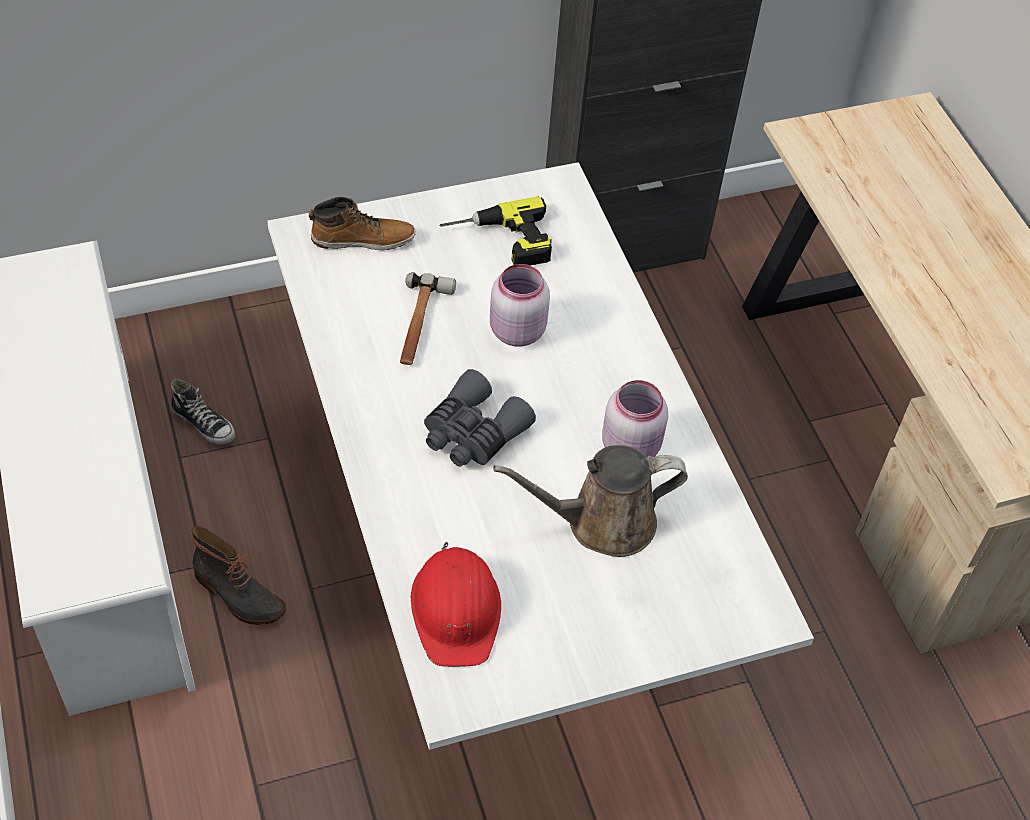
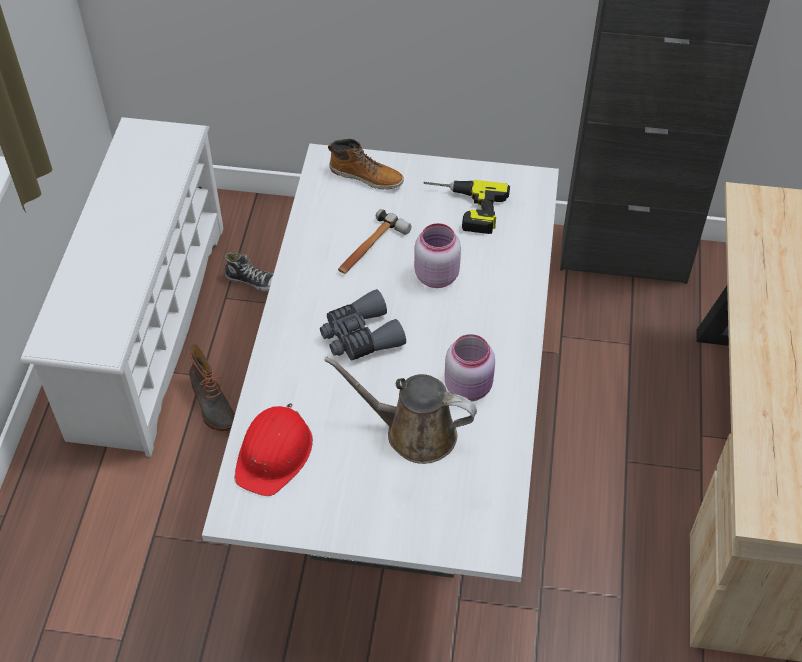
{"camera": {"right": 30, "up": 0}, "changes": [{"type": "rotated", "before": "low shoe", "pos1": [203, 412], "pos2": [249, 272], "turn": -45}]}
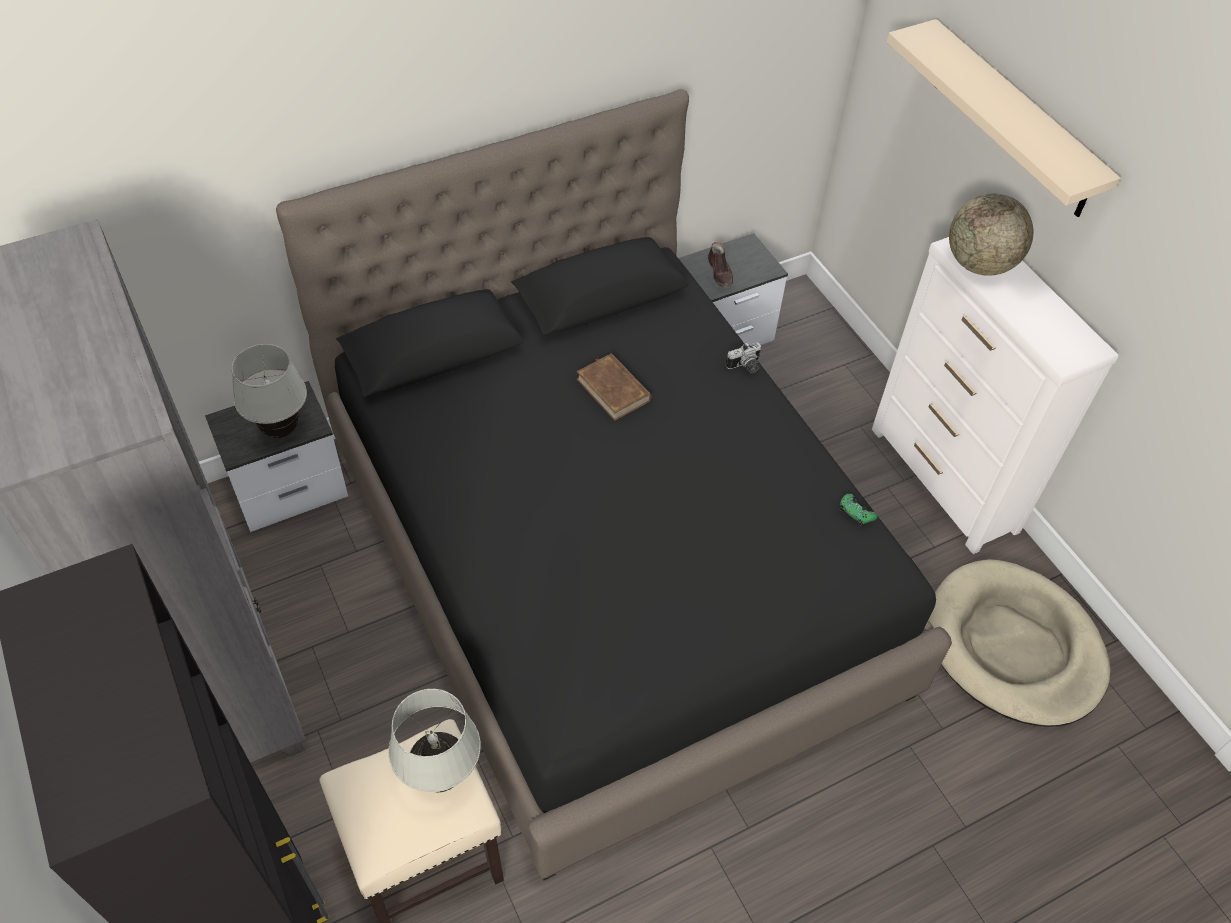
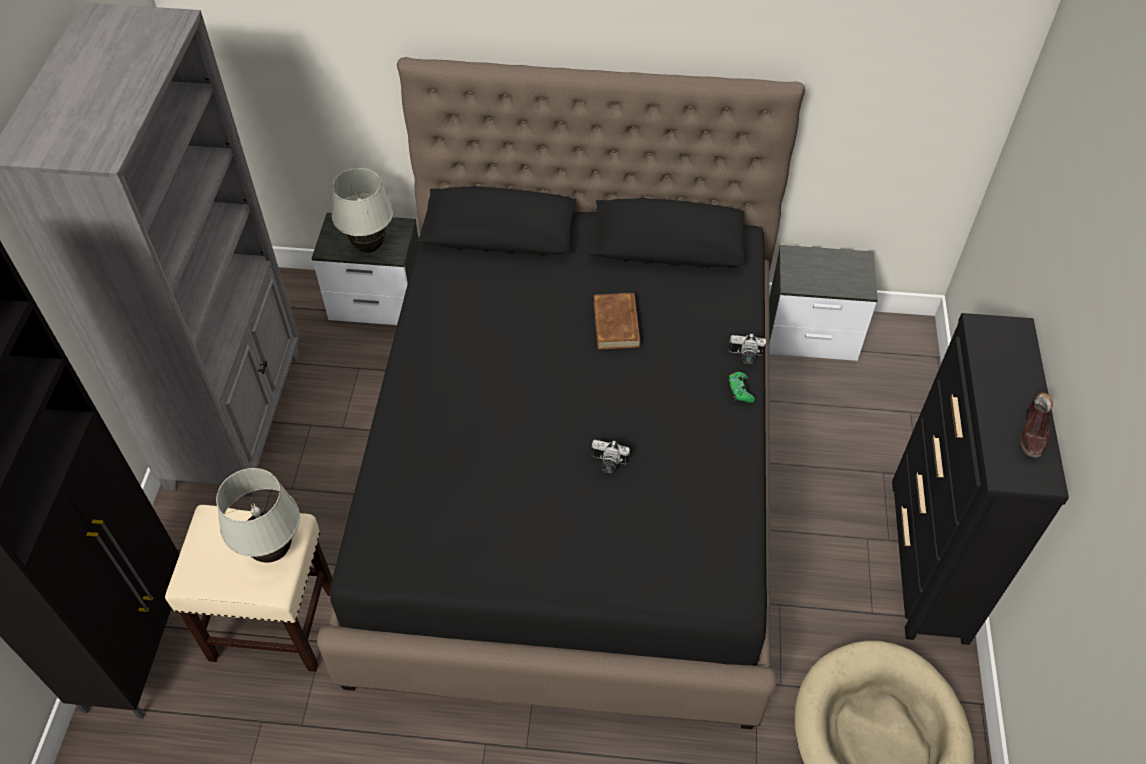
{"camera": {"right": 35, "up": 0}, "changes": [{"type": "gone", "before": "bracket shelf (beige)", "pos1": [1004, 118]}, {"type": "gone", "before": "globe", "pos1": [991, 234]}, {"type": "repainted", "before": "dresser (white-coloured)", "after": "dresser (blackish)", "pos1": [995, 395], "pos2": [980, 479]}, {"type": "shifted", "before": "low shoe (brown)", "pos1": [720, 264], "pos2": [1036, 425]}, {"type": "shifted", "before": "joypad (greenish)", "pos1": [859, 510], "pos2": [741, 387]}, {"type": "new", "after": "still camera", "pos2": [610, 456]}]}
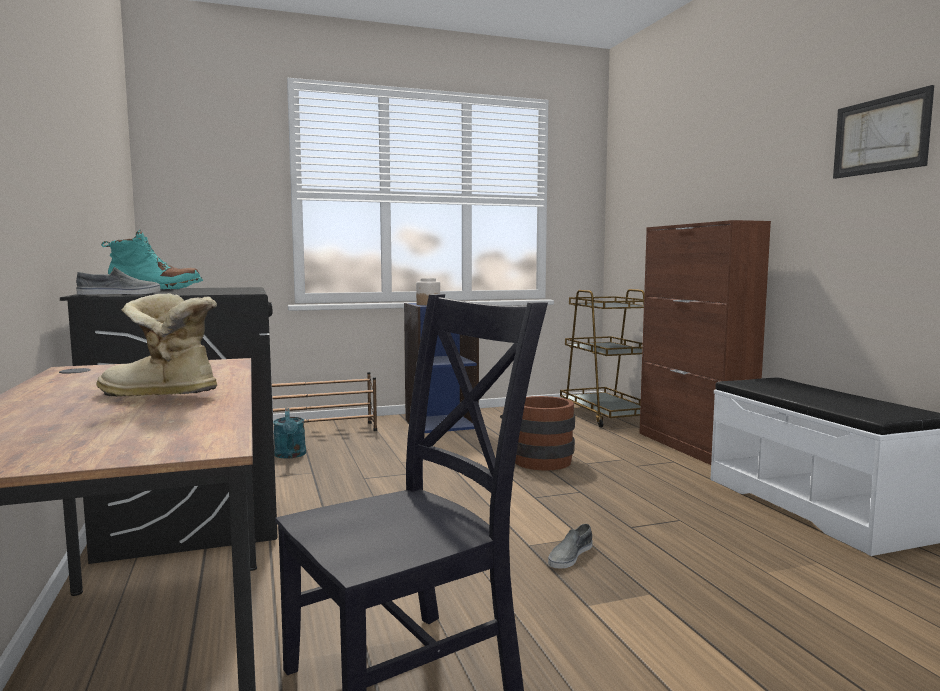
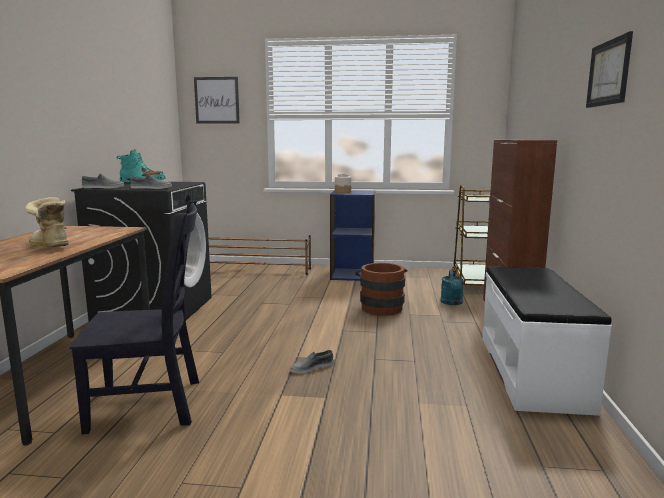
{"camera": {"right": 25, "up": 5}, "changes": [{"type": "shifted", "before": "watering can (turquoise-coloured)", "pos1": [289, 433], "pos2": [452, 287]}, {"type": "new", "after": "wall art", "pos2": [217, 100]}, {"type": "new", "after": "low shoe (gray)", "pos2": [151, 181]}]}
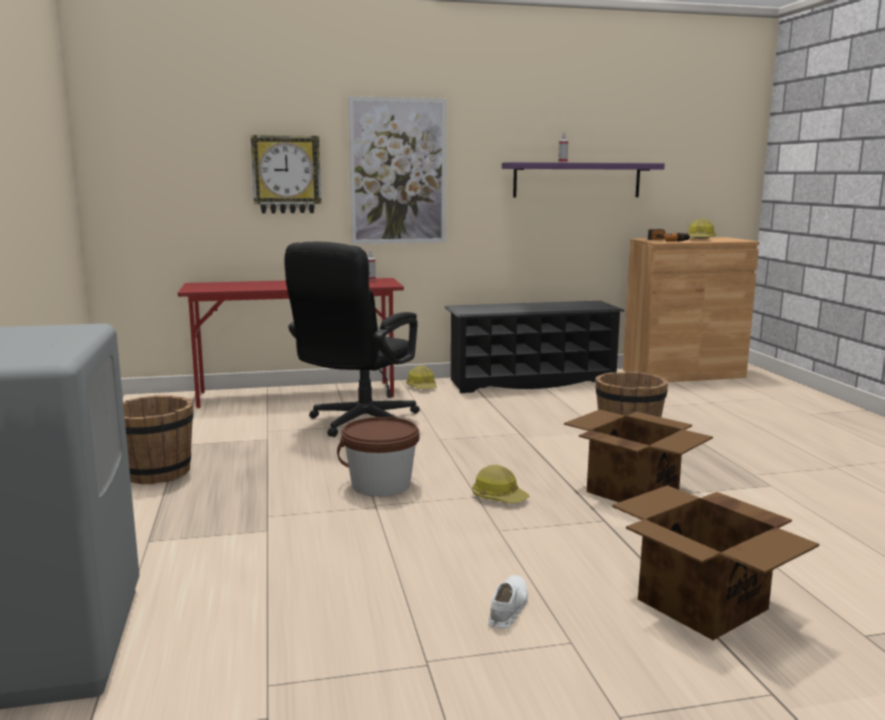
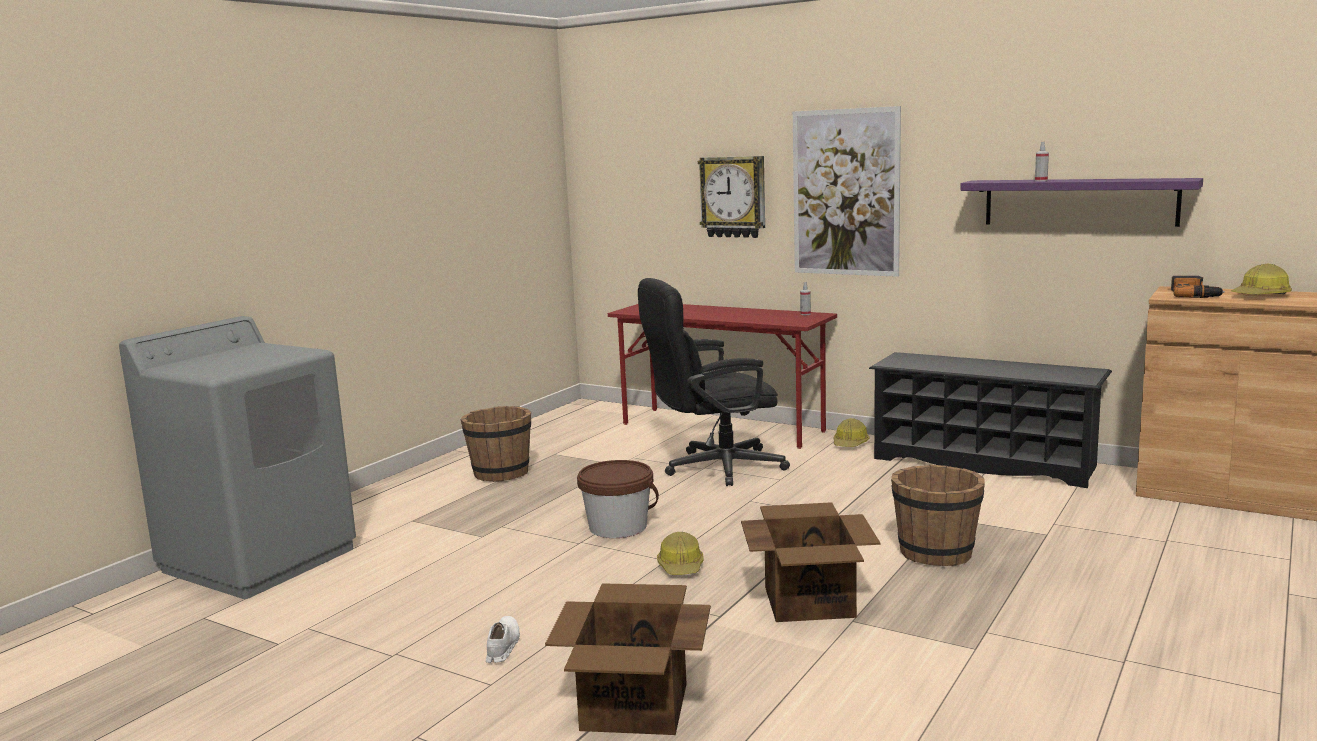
{"camera": {"right": 45, "up": 0}, "changes": [{"type": "rotated", "before": "low shoe (white-coloured)", "pos1": [508, 601], "pos2": [503, 639], "turn": -60}]}
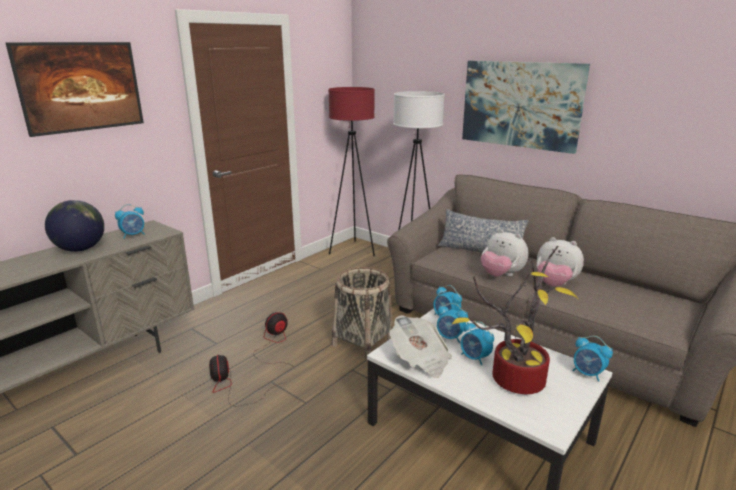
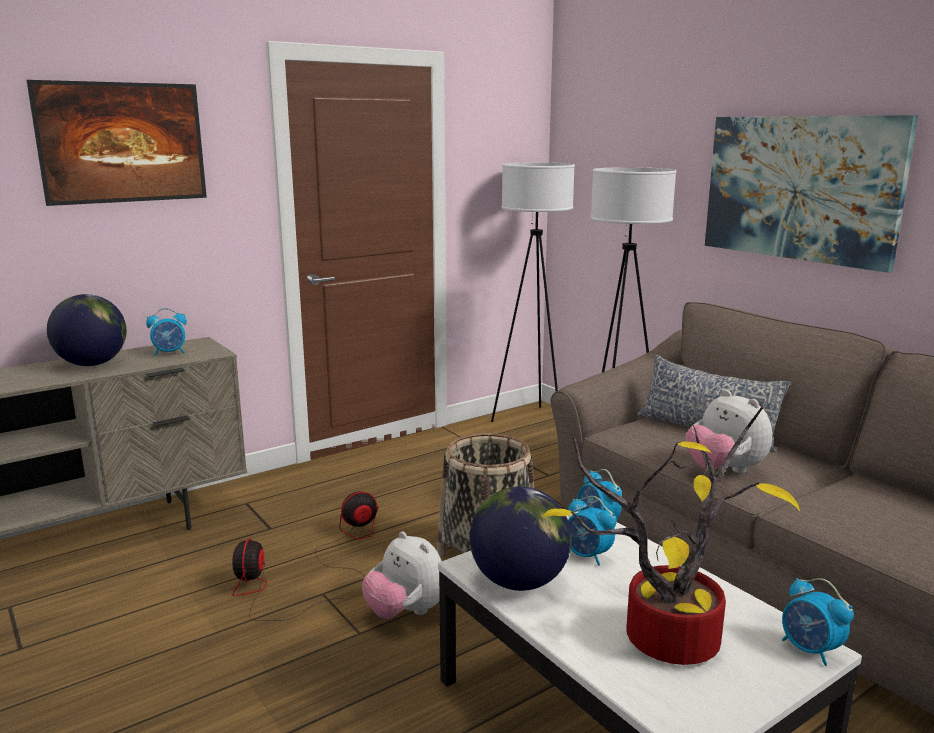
{"camera": {"right": 15, "up": -5}, "changes": [{"type": "repainted", "before": "standing lamp (red)", "after": "standing lamp (white-coloured)", "pos1": [351, 171], "pos2": [533, 292]}, {"type": "shifted", "before": "soft toy", "pos1": [560, 262], "pos2": [402, 575]}, {"type": "swapped", "before": "newspaper", "after": "globe", "pos1": [420, 346], "pos2": [521, 538]}, {"type": "gone", "before": "alarm clock", "pos1": [477, 343]}]}
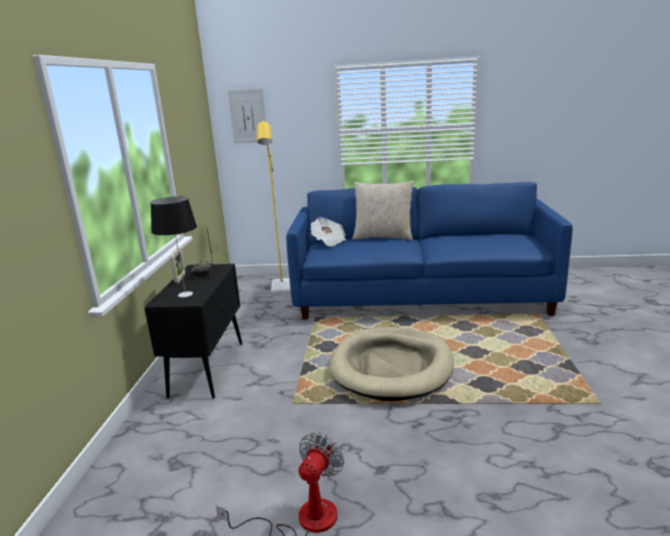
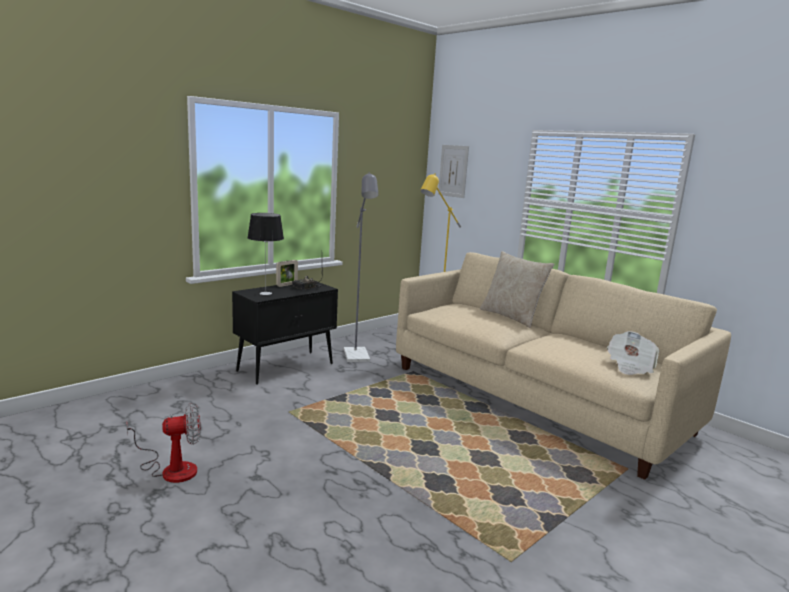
{"camera": {"right": 40, "up": -5}, "changes": [{"type": "repainted", "before": "couch (bluish)", "after": "couch (beige)", "pos1": [429, 251], "pos2": [563, 366]}, {"type": "shifted", "before": "newspaper", "pos1": [328, 232], "pos2": [633, 353]}, {"type": "gone", "before": "dog bed (beige)", "pos1": [391, 364]}, {"type": "new", "after": "standing lamp (gray)", "pos2": [361, 267]}]}
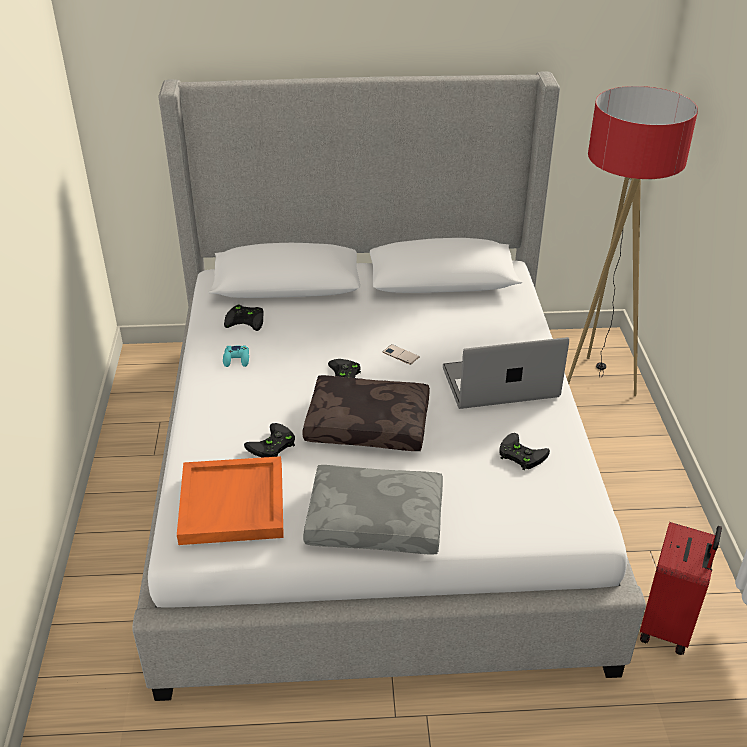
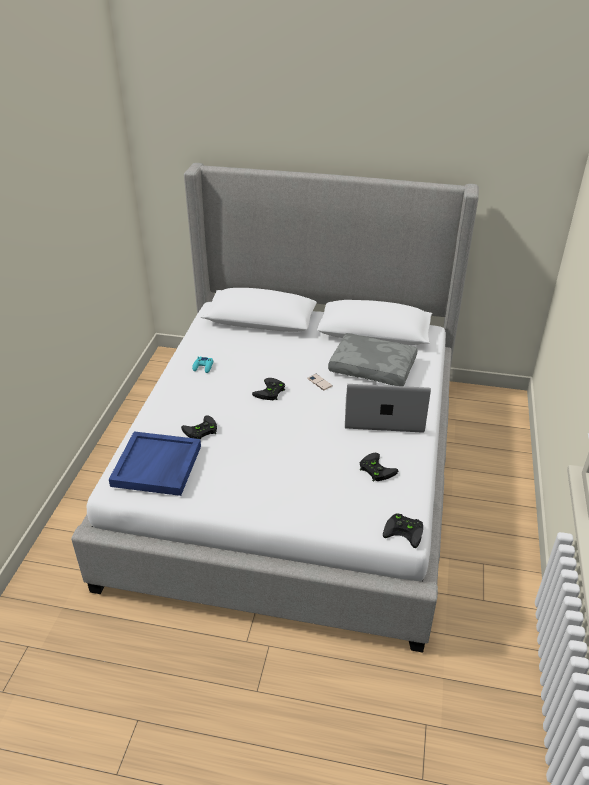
{"camera": {"right": 15, "up": 0}, "changes": [{"type": "gone", "before": "standing lamp", "pos1": [632, 241]}, {"type": "shifted", "before": "joypad (blackish)", "pos1": [244, 317], "pos2": [403, 530]}, {"type": "gone", "before": "cushion (brown)", "pos1": [366, 413]}, {"type": "repainted", "before": "carrying tray (orangey)", "after": "carrying tray (bluish)", "pos1": [230, 500], "pos2": [155, 464]}, {"type": "shifted", "before": "cushion (gray)", "pos1": [373, 510], "pos2": [373, 359]}, {"type": "gone", "before": "piece of luggage (red)", "pos1": [681, 588]}]}
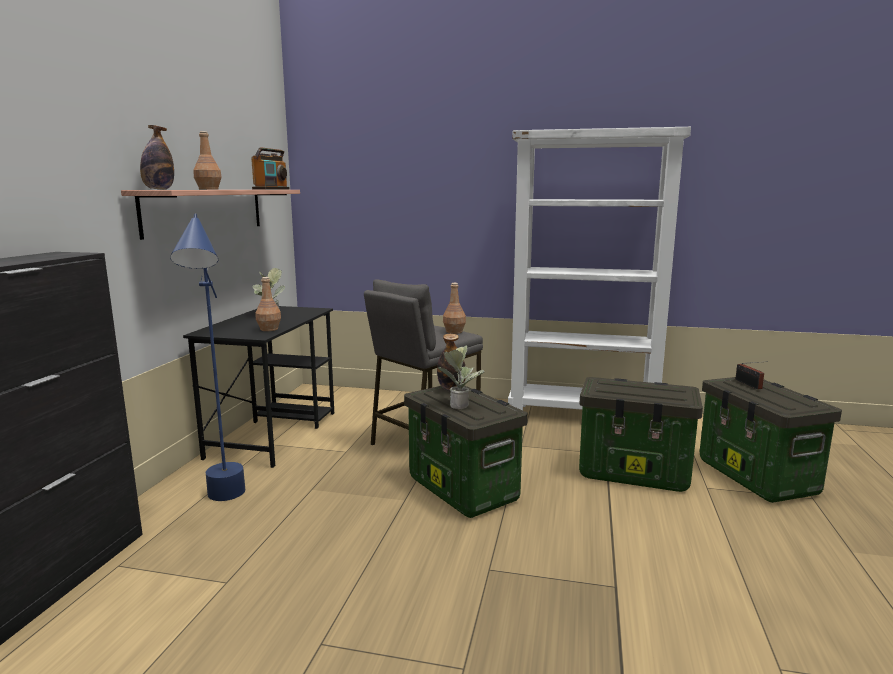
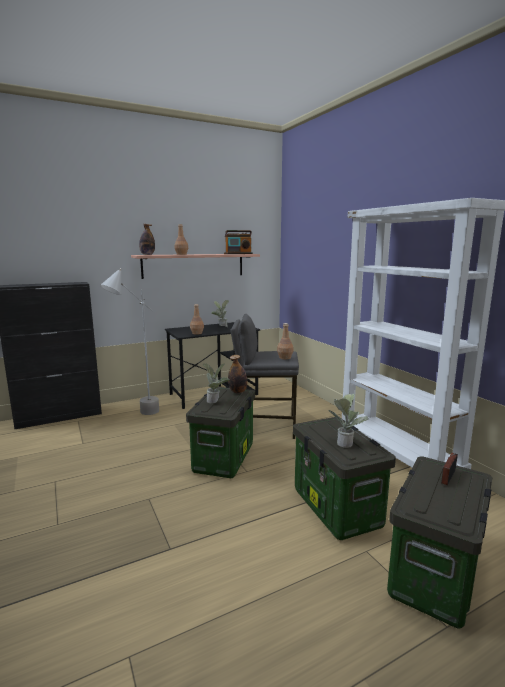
{"camera": {"right": 50, "up": 0}, "changes": [{"type": "repainted", "before": "standing lamp (bluish)", "after": "standing lamp (gray)", "pos1": [207, 357], "pos2": [129, 341]}, {"type": "new", "after": "potted plant", "pos2": [348, 421]}]}
